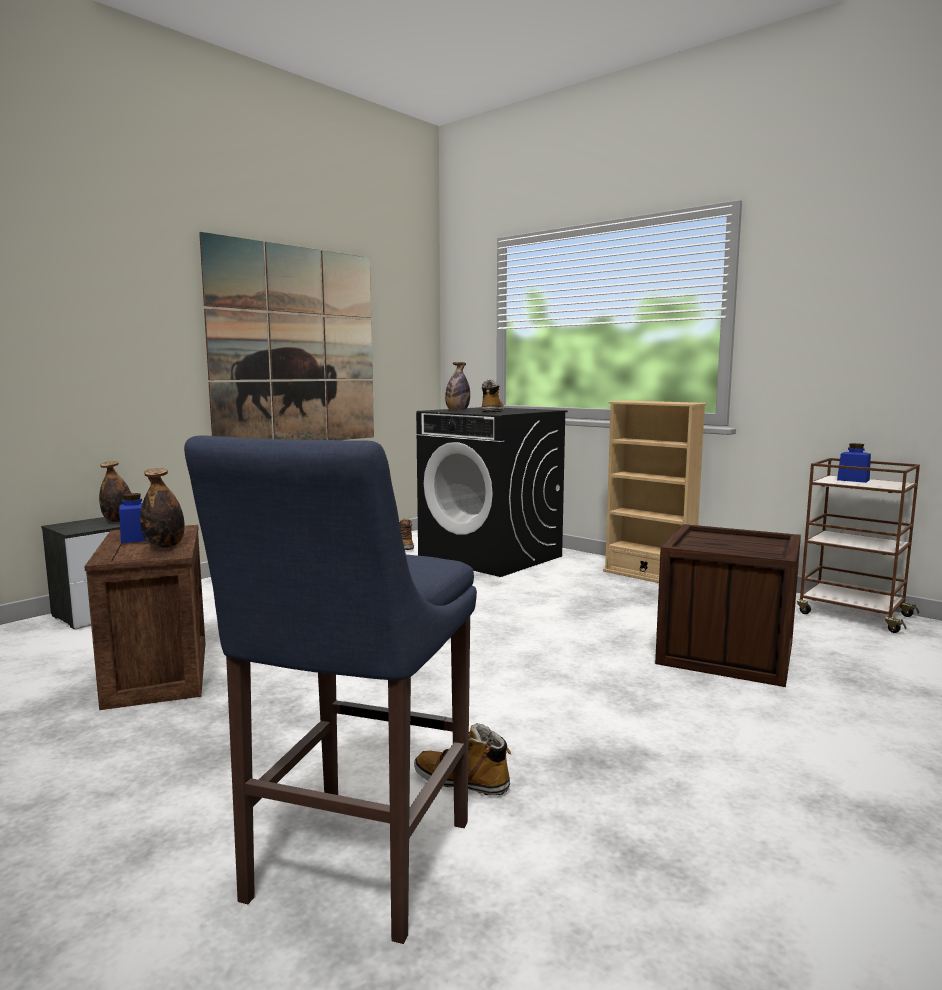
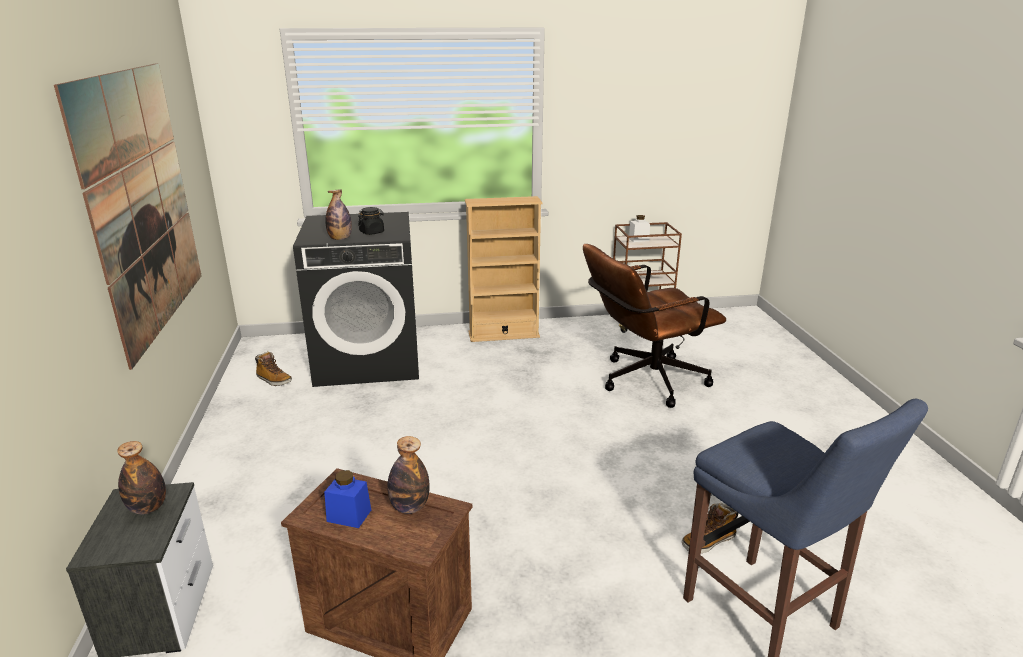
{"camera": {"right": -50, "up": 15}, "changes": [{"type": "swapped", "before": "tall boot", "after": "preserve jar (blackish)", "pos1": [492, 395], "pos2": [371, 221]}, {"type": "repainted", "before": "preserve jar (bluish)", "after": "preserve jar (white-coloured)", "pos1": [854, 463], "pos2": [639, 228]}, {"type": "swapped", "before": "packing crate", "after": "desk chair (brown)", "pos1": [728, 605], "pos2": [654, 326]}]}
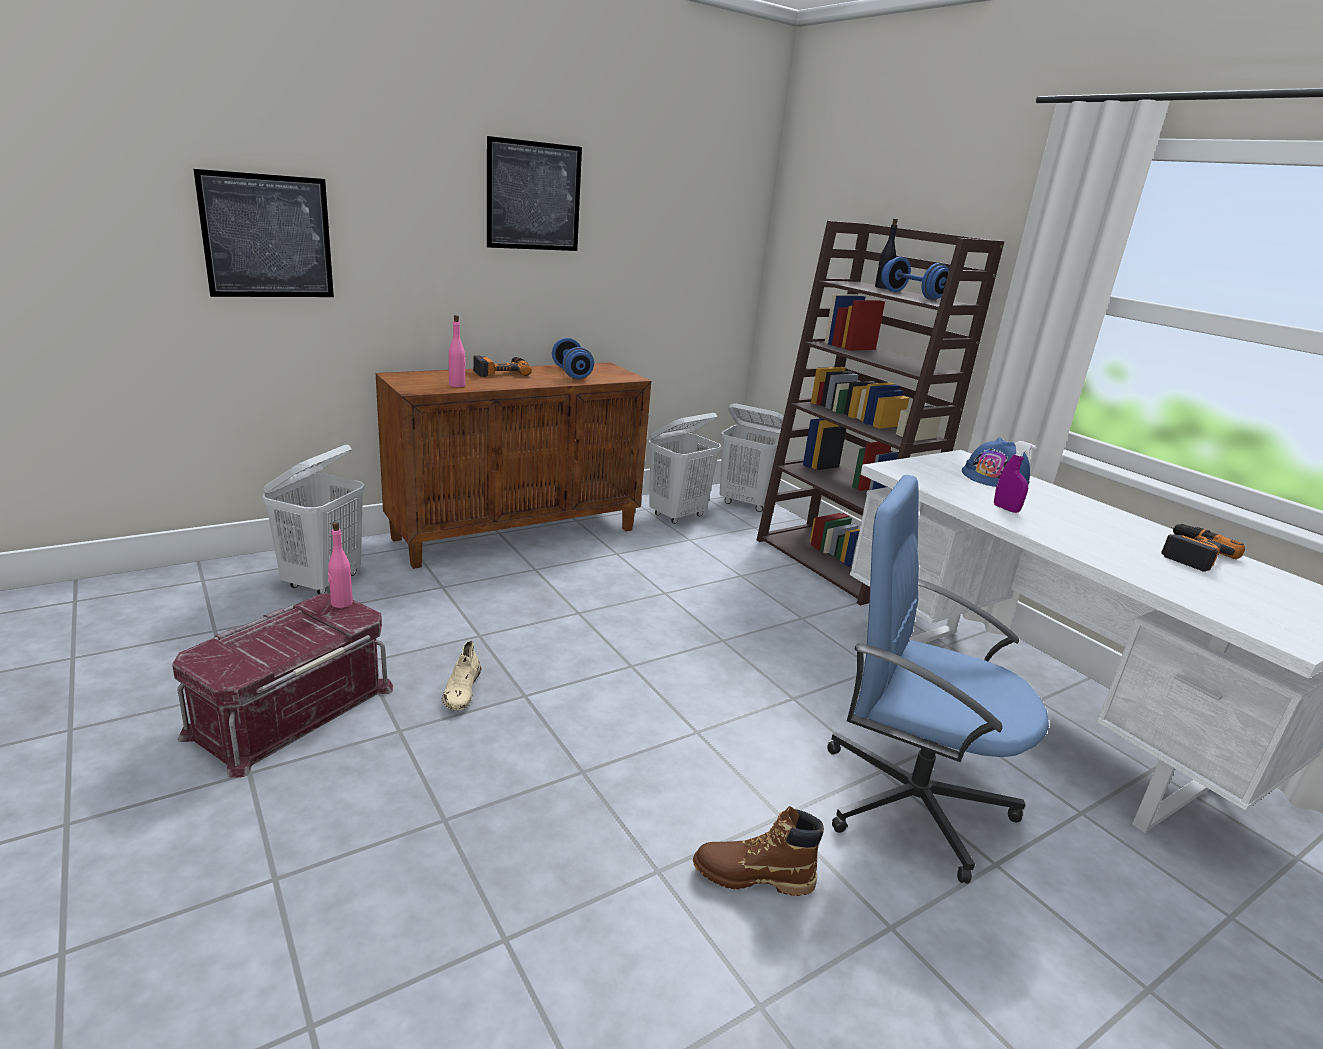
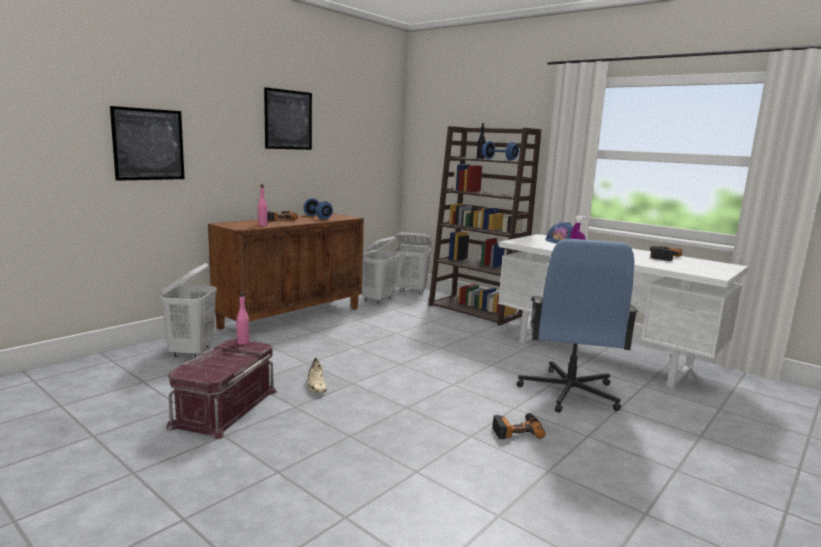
{"camera": {"right": -15, "up": -10}, "changes": [{"type": "rotated", "before": "desk chair (bluish)", "pos1": [938, 679], "pos2": [577, 326], "turn": -90}, {"type": "swapped", "before": "tall boot (brown)", "after": "drill", "pos1": [758, 851], "pos2": [519, 426]}]}
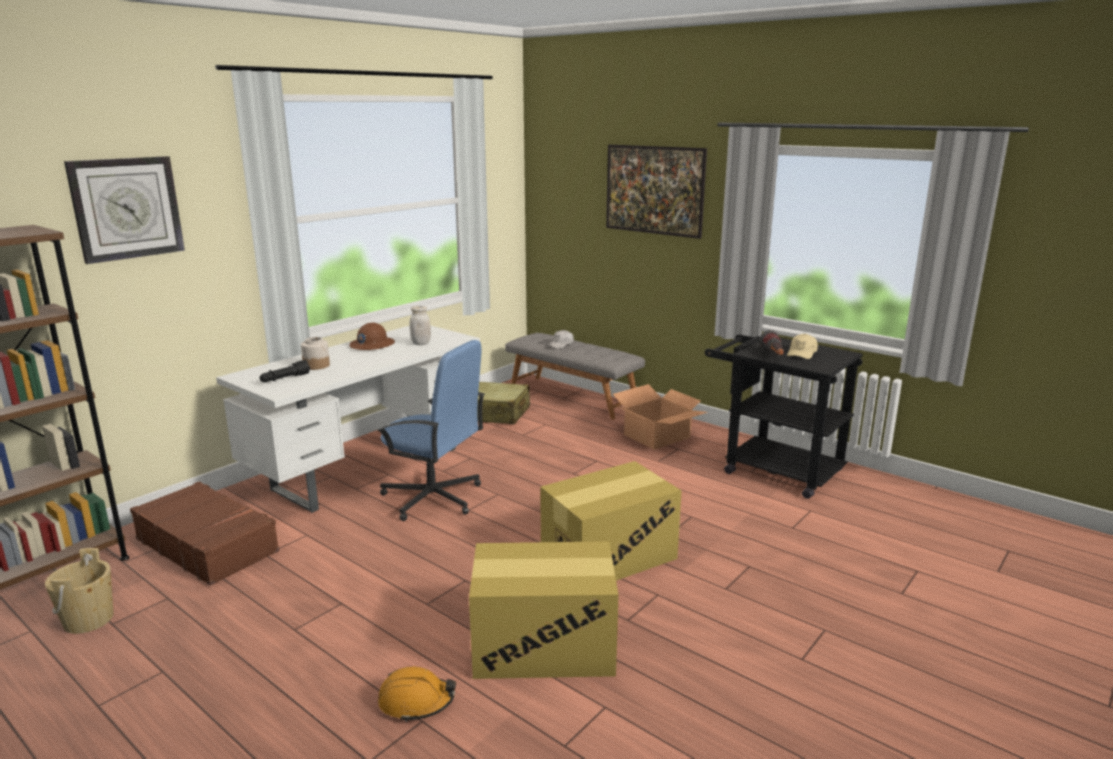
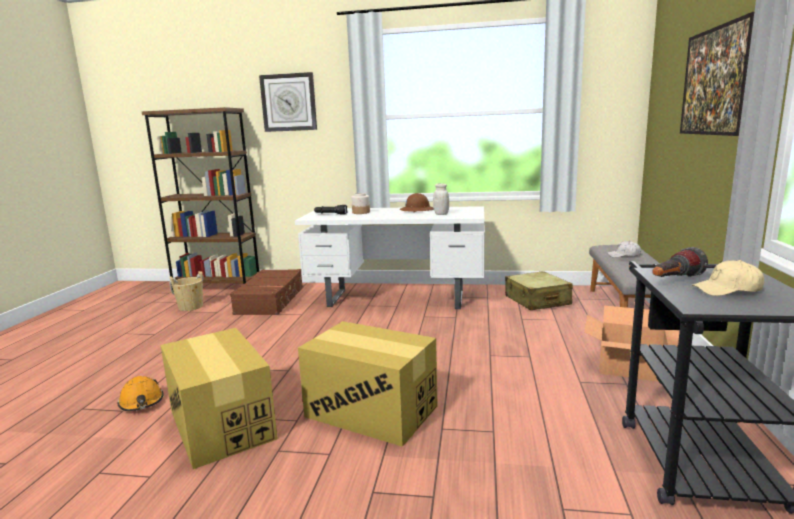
{"camera": {"right": 60, "up": -5}, "changes": [{"type": "gone", "before": "desk chair (bluish)", "pos1": [431, 430]}]}
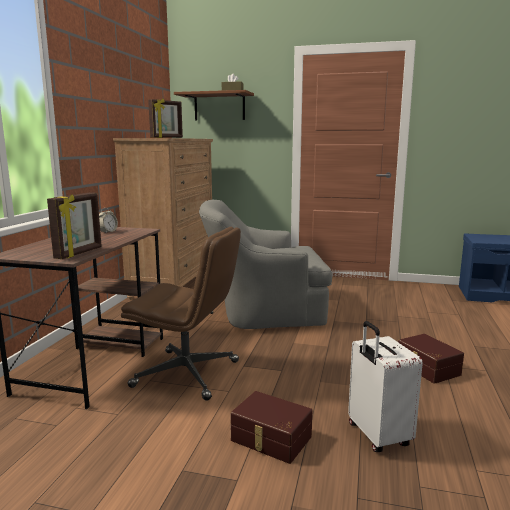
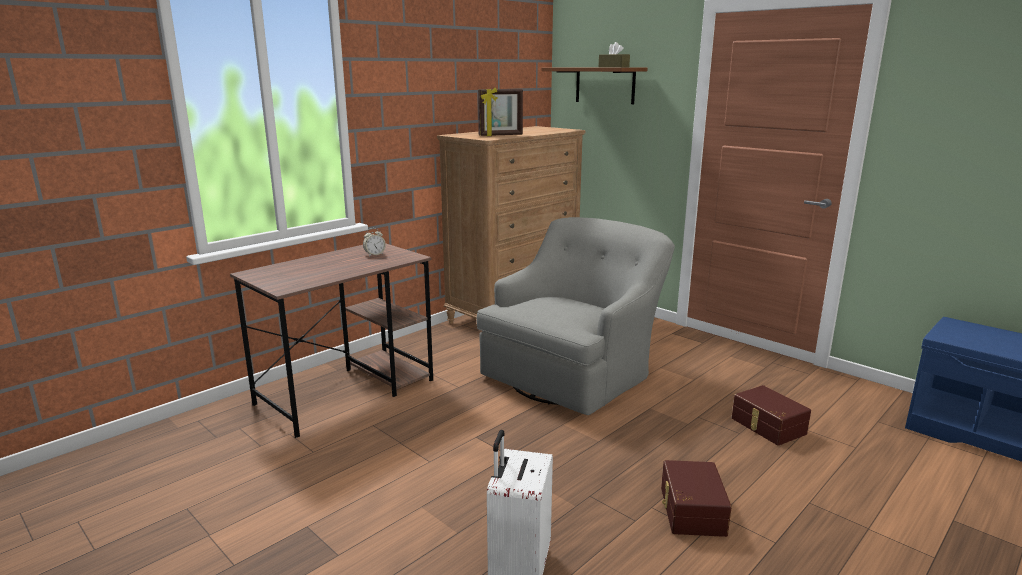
{"camera": {"right": 30, "up": 5}, "changes": [{"type": "gone", "before": "standing frame", "pos1": [74, 226]}, {"type": "rotated", "before": "lounge chair (gray)", "pos1": [265, 264], "pos2": [575, 316], "turn": 105}, {"type": "gone", "before": "desk chair (brown)", "pos1": [181, 313]}, {"type": "shifted", "before": "storage bin (brown)", "pos1": [271, 427], "pos2": [771, 415]}]}
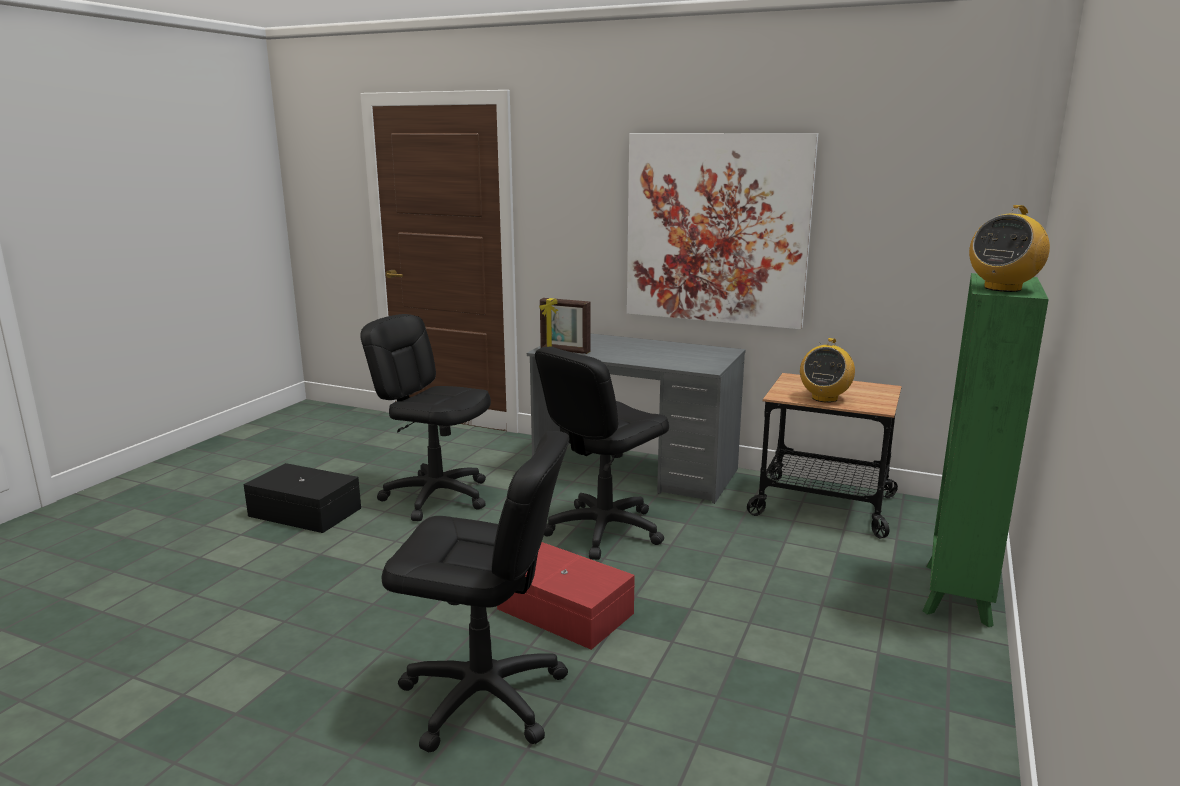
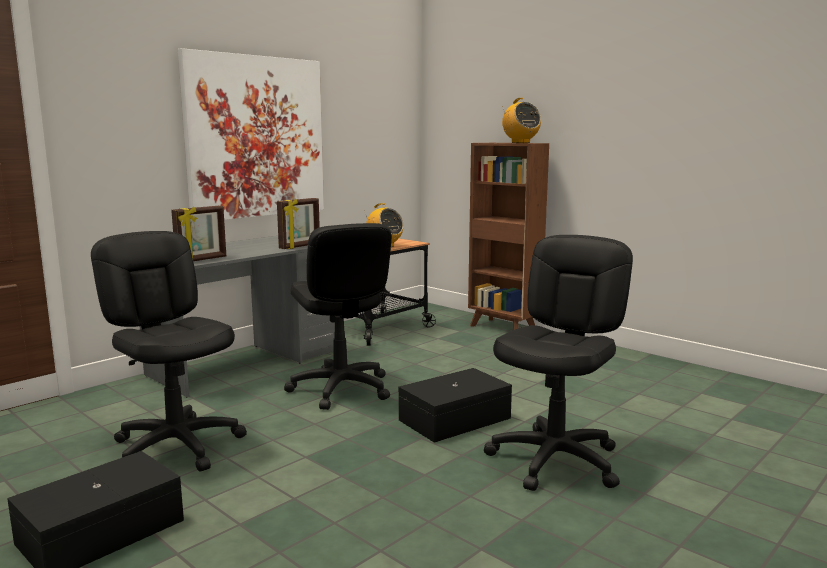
{"camera": {"right": -70, "up": -5}, "changes": [{"type": "repainted", "before": "bookcase (greenish)", "after": "bookcase (brown)", "pos1": [986, 450], "pos2": [508, 236]}, {"type": "rotated", "before": "desk chair (blackish)", "pos1": [425, 417], "pos2": [169, 351], "turn": 90}, {"type": "repainted", "before": "storage bin (red)", "after": "storage bin (blackish)", "pos1": [566, 596], "pos2": [455, 405]}, {"type": "new", "after": "standing frame", "pos2": [298, 223]}]}
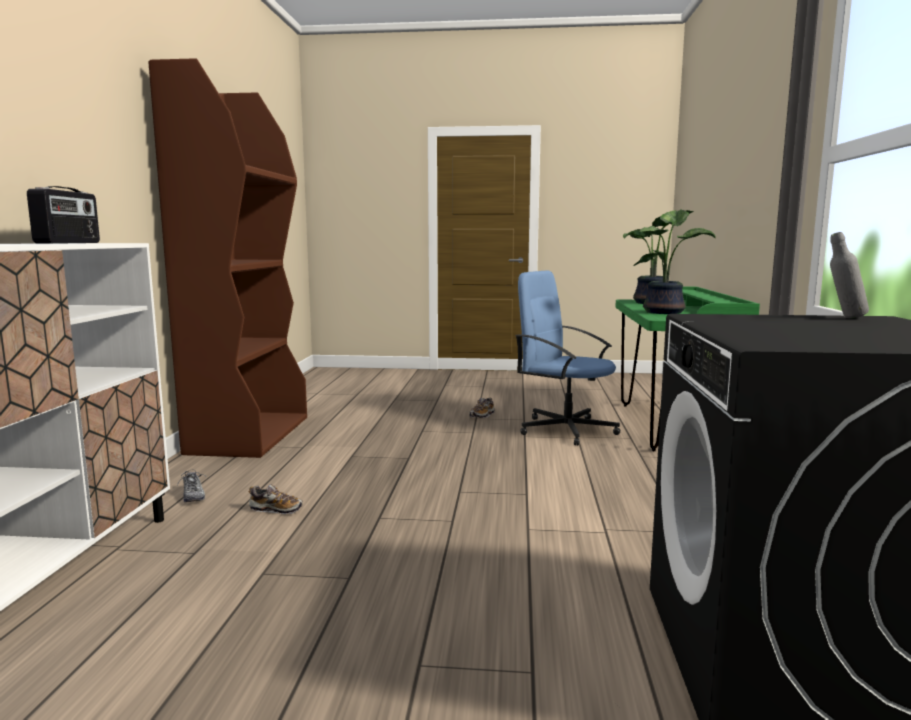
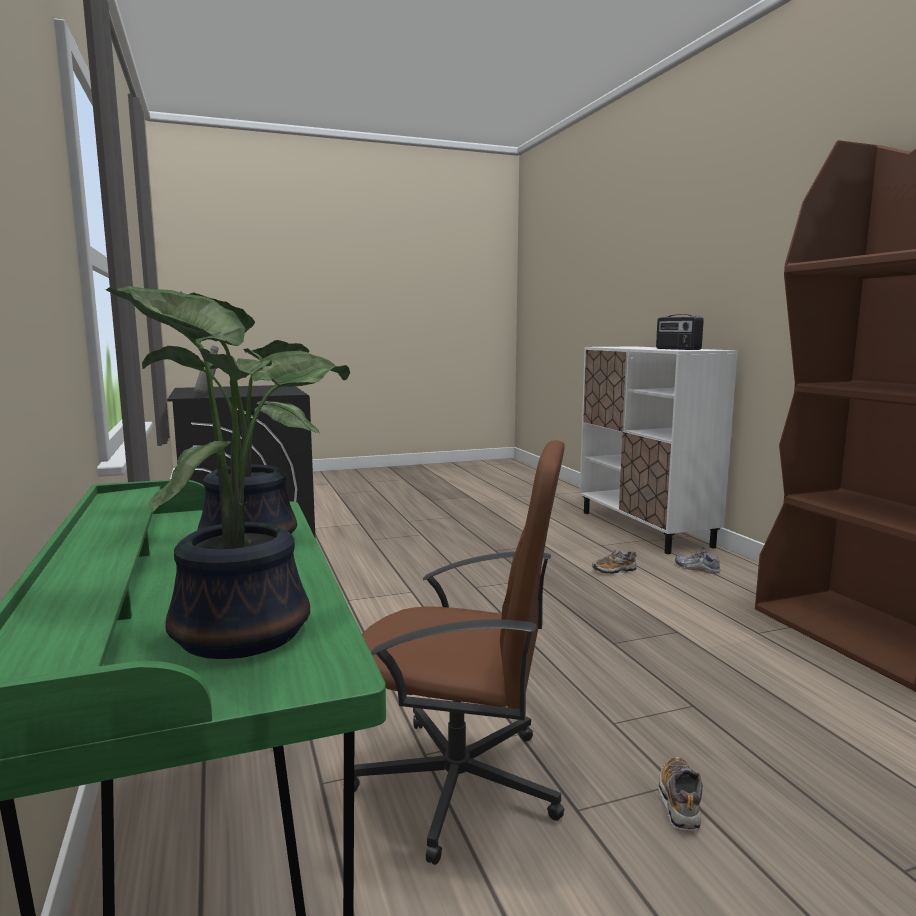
{"camera": {"right": 155, "up": 0}, "changes": [{"type": "repainted", "before": "desk chair (bluish)", "after": "desk chair (brown)", "pos1": [567, 358], "pos2": [454, 652]}]}
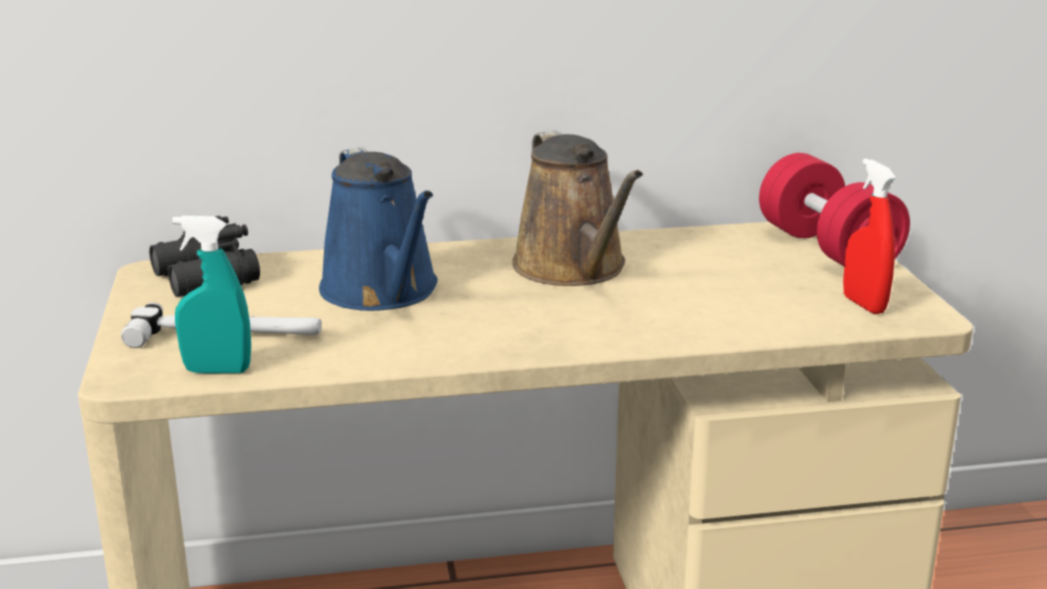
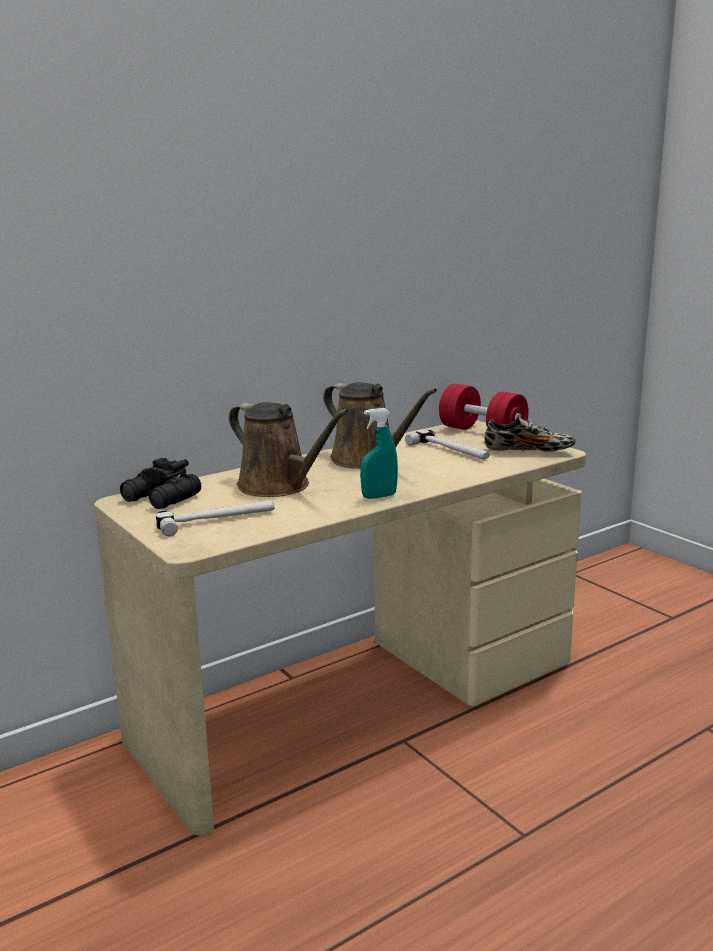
{"camera": {"right": -25, "up": -5}, "changes": [{"type": "repainted", "before": "watering can (bluish)", "after": "watering can (brown)", "pos1": [378, 229], "pos2": [289, 449]}, {"type": "swapped", "before": "spray bottle (red)", "after": "low shoe", "pos1": [869, 236], "pos2": [530, 434]}, {"type": "shifted", "before": "spray bottle (turquoise-coloured)", "pos1": [211, 295], "pos2": [379, 453]}, {"type": "new", "after": "hand hammer", "pos2": [447, 444]}]}
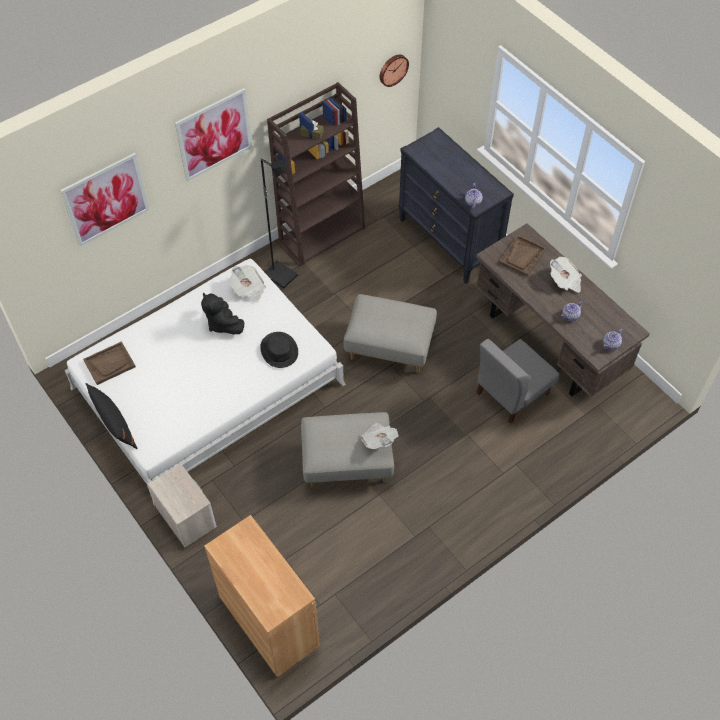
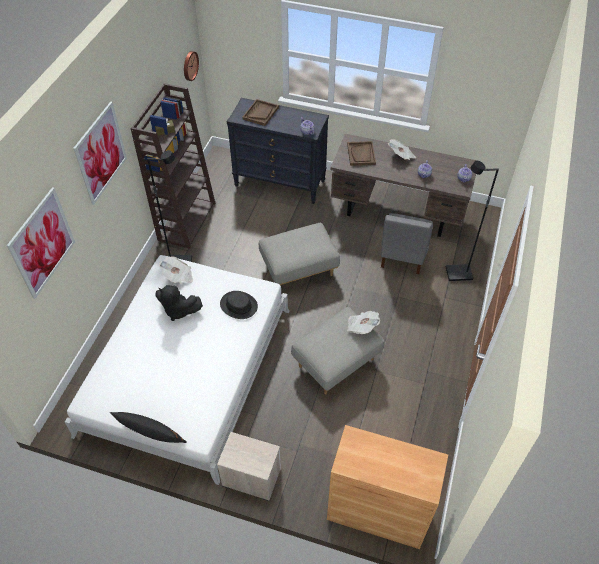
{"camera": {"right": -35, "up": -5}, "changes": [{"type": "shifted", "before": "carrying tray (brown)", "pos1": [109, 363], "pos2": [260, 112]}, {"type": "new", "after": "standing lamp (blackish)", "pos2": [472, 221]}]}
